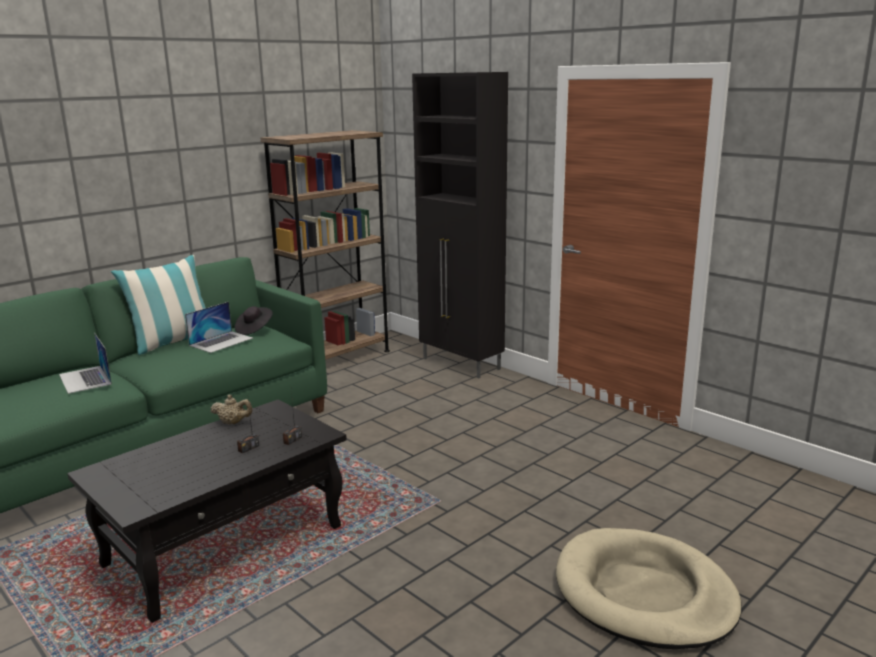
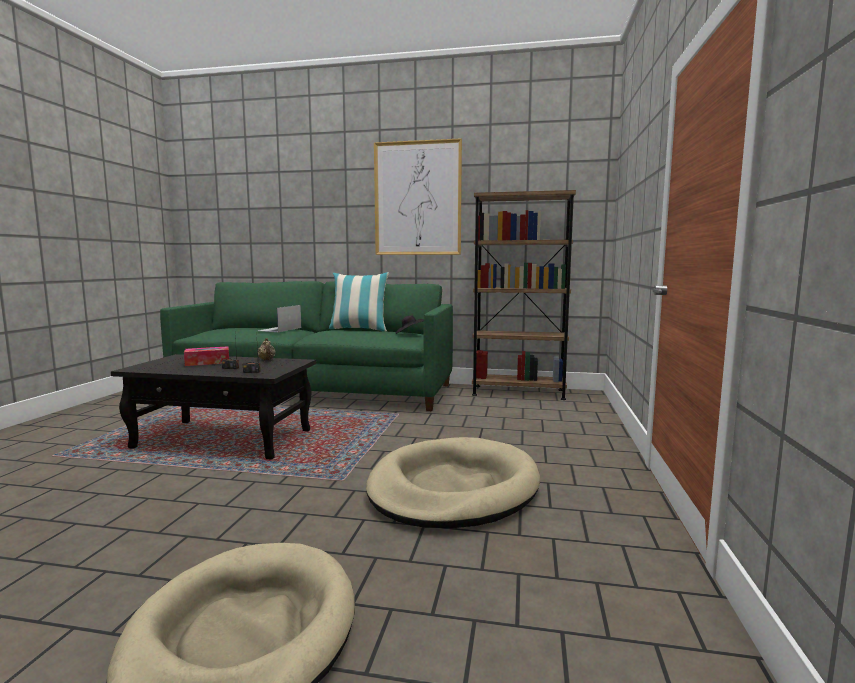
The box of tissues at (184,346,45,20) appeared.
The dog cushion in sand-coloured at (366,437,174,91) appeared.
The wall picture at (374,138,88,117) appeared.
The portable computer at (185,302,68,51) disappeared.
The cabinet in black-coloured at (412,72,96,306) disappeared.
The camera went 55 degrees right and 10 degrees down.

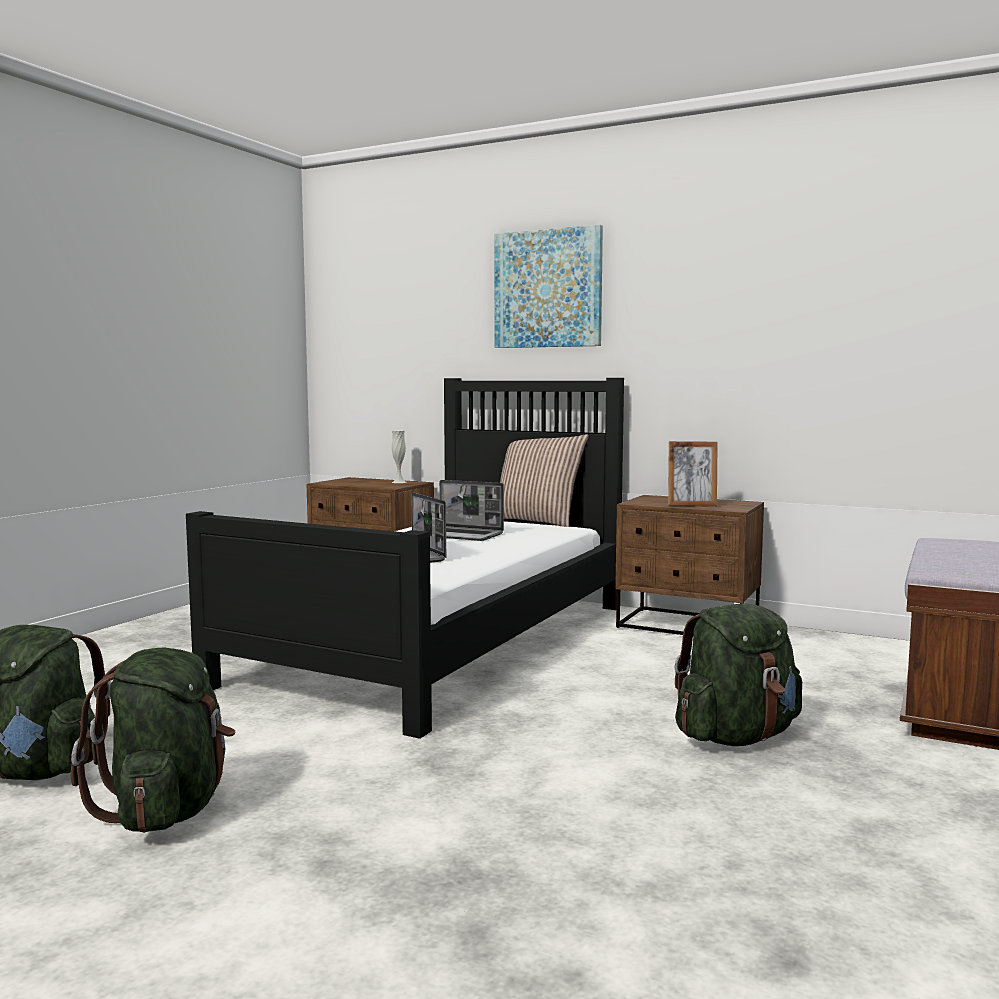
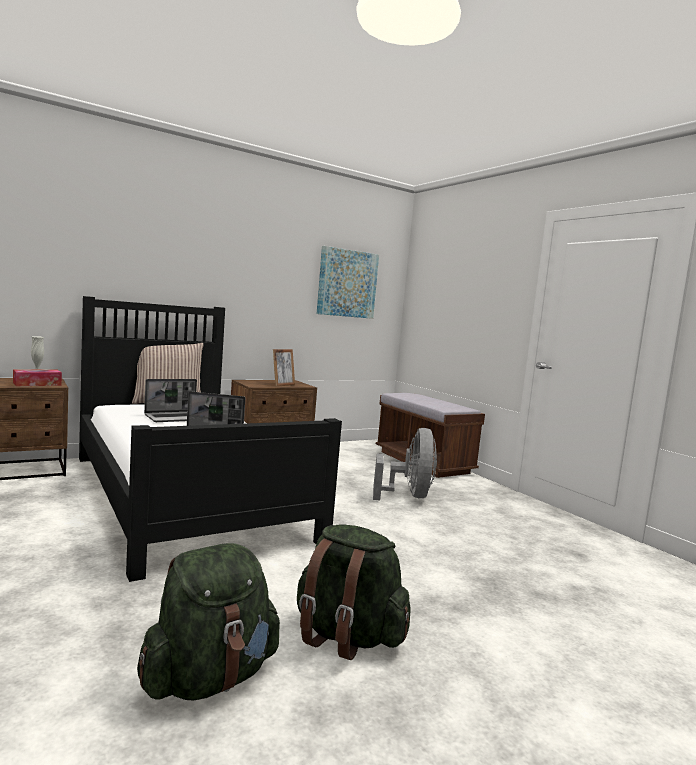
The box of tissues at (13,370,49,16) appeared.
The wall picture moved from (494,225,109,123) to (317,246,62,73).
The rucksack in green at (675,603,127,143) was replaced by the cooling fan in grey at (373,428,64,73).
The camera went 60 degrees left and 0 degrees up.

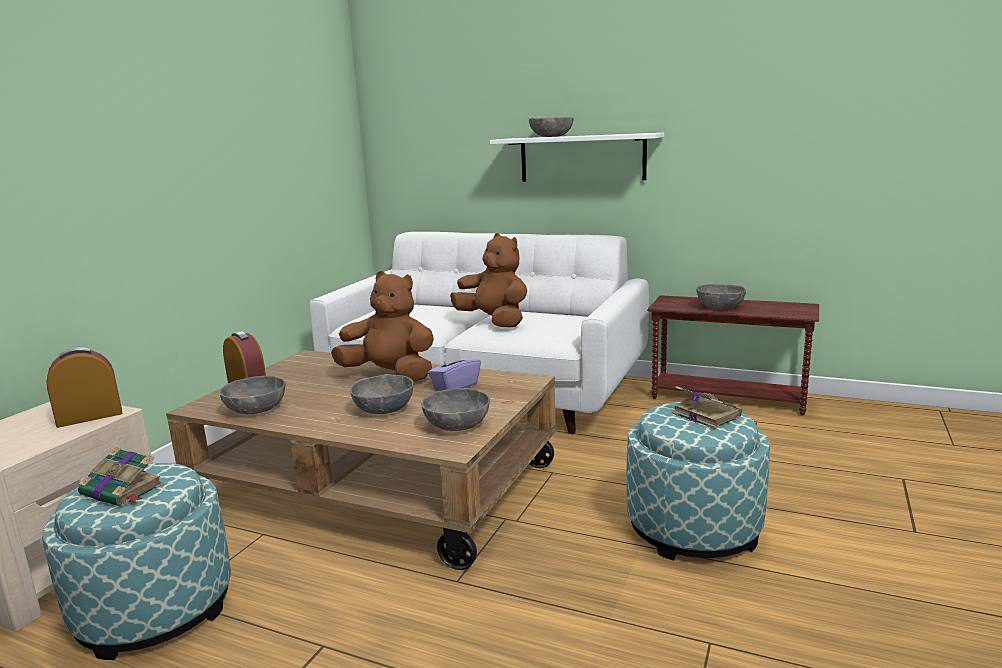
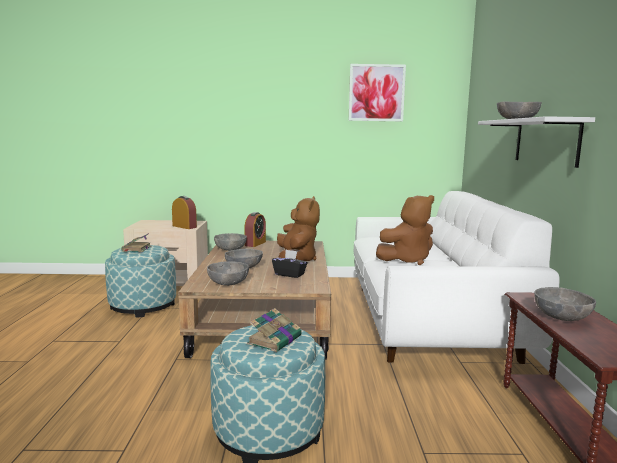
The box of tissues in purplish at (428,348,53,43) became the box of tissues in black-coloured at (272,250,35,28).
The wall picture at (349,64,57,57) appeared.
The plush toy in brownish at (450,233,77,95) turned 45 degrees clockwise.
The camera went 65 degrees right and 5 degrees down.

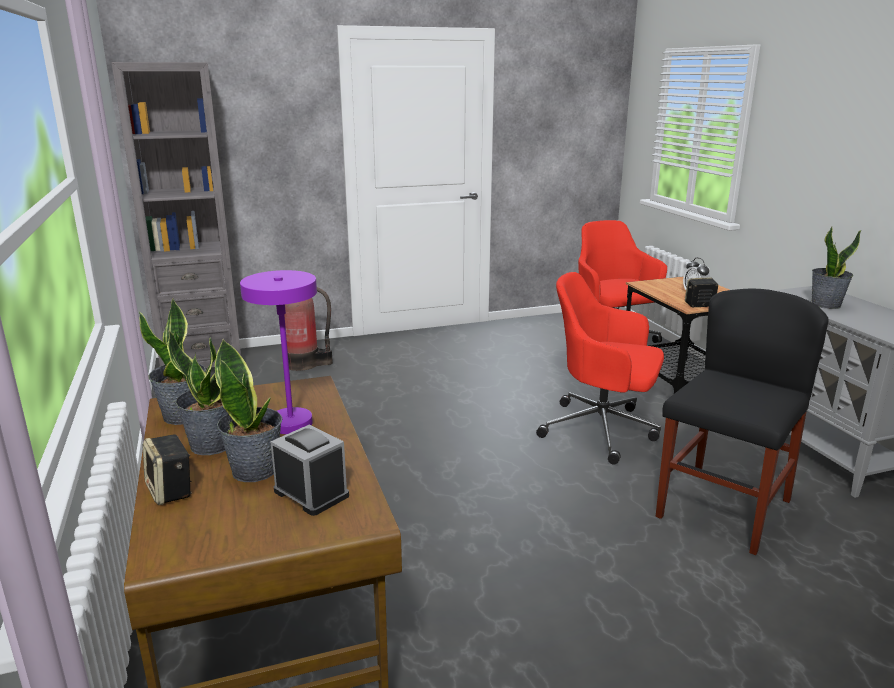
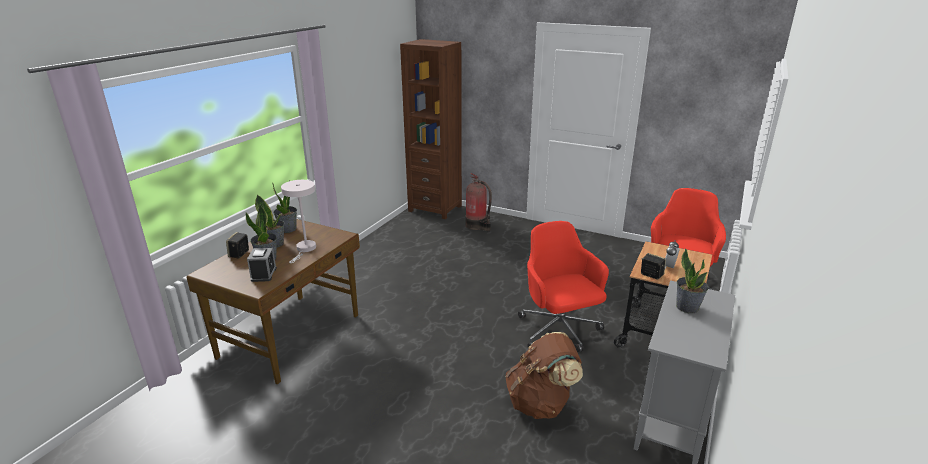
The tabletop lamp in purplish at (240,270,77,164) became the tabletop lamp in white-coloured at (281,180,35,83).
The bookcase in grey at (111,62,130,306) became the bookcase in brownish at (400,39,62,180).
The plain chair in black-coloured at (656,289,173,266) was replaced by the rucksack in brownish at (505,332,78,87).
The camera went 45 degrees right and 5 degrees up.

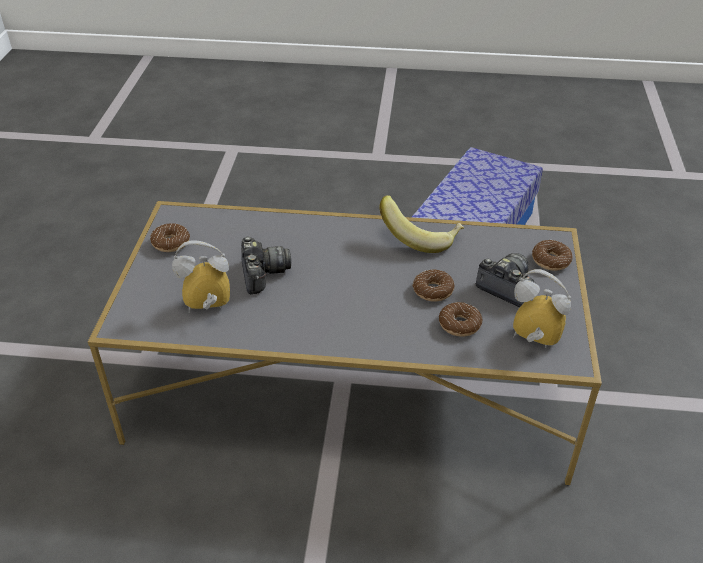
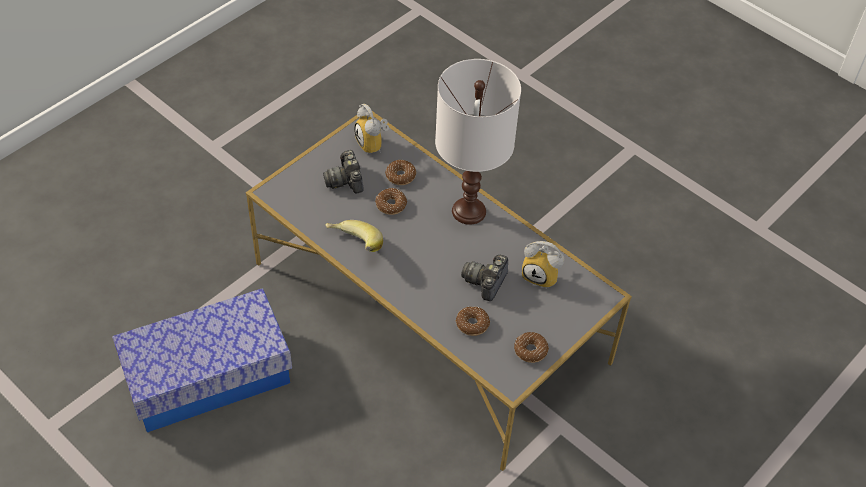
The tabletop lamp in white-coloured at (435,59,86,166) appeared.
The doughnut moved from (532,240,40,31) to (456,306,34,30).
The camera went 145 degrees left and 10 degrees up.

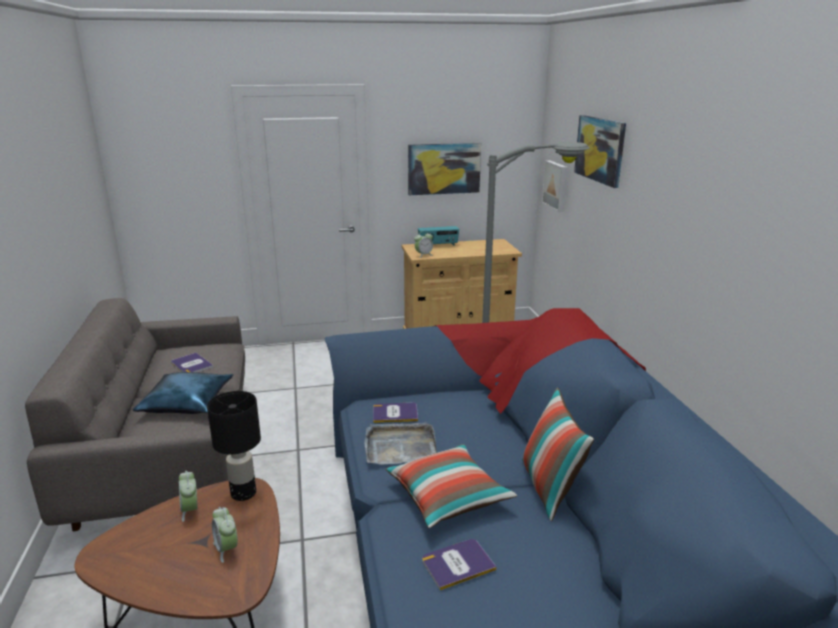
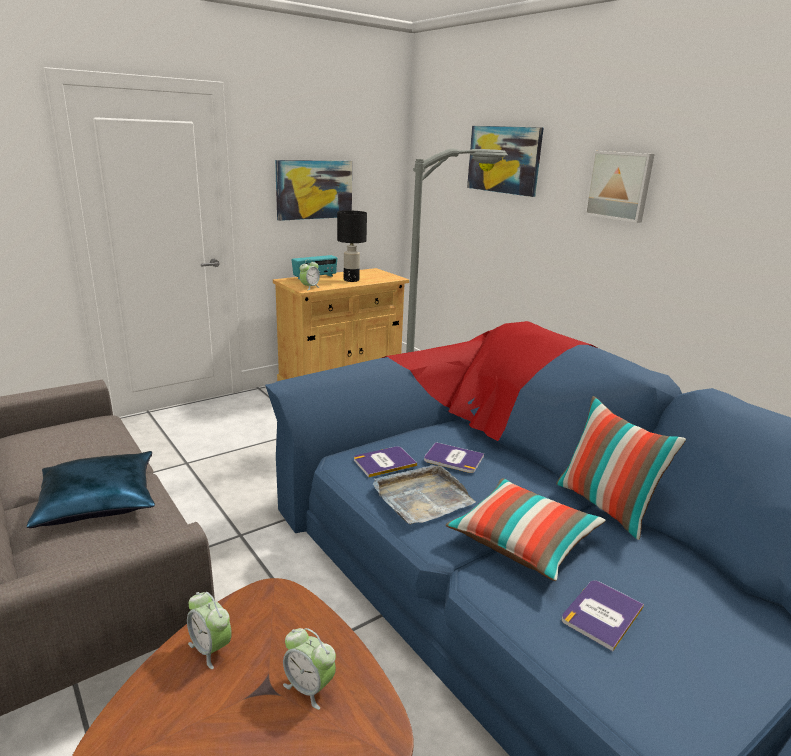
The tabletop lamp in black-coloured moved from (207,391,54,110) to (337,210,30,72).
The book moved from (171,353,42,19) to (424,442,60,31).
The wall picture moved from (542,160,26,52) to (584,151,71,72).
The camera went 25 degrees left and 0 degrees up.

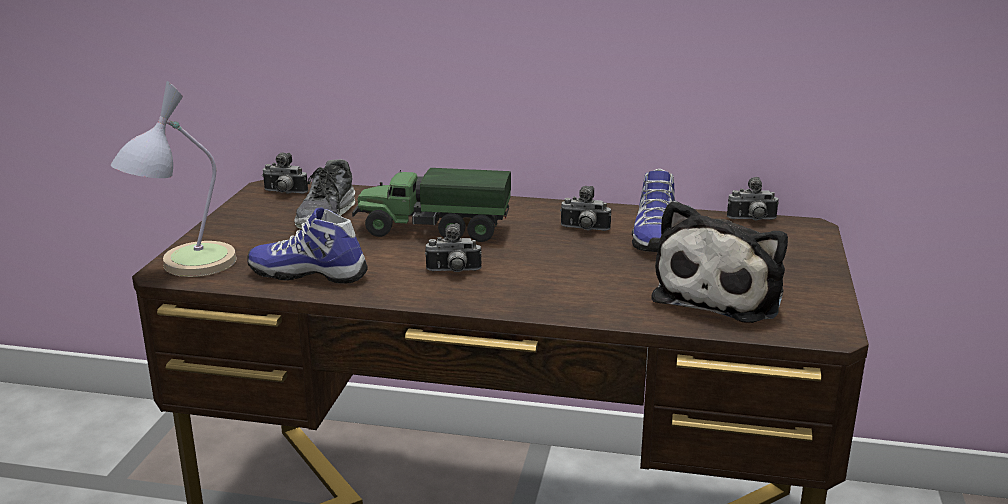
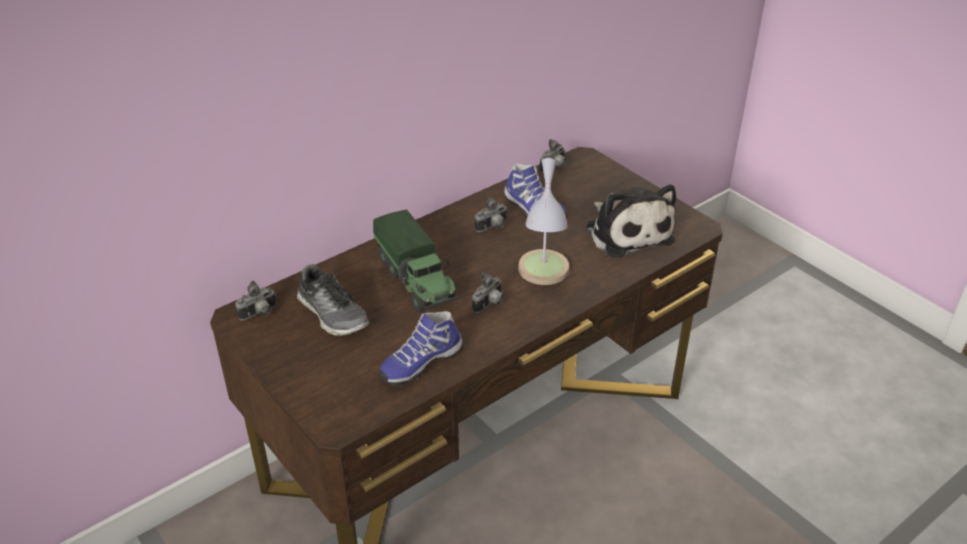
The model truck at (352,168,159,74) turned 75 degrees counterclockwise.
The tabletop lamp moved from (111,81,126,196) to (518,158,51,127).
The camera went 50 degrees left and 15 degrees up.

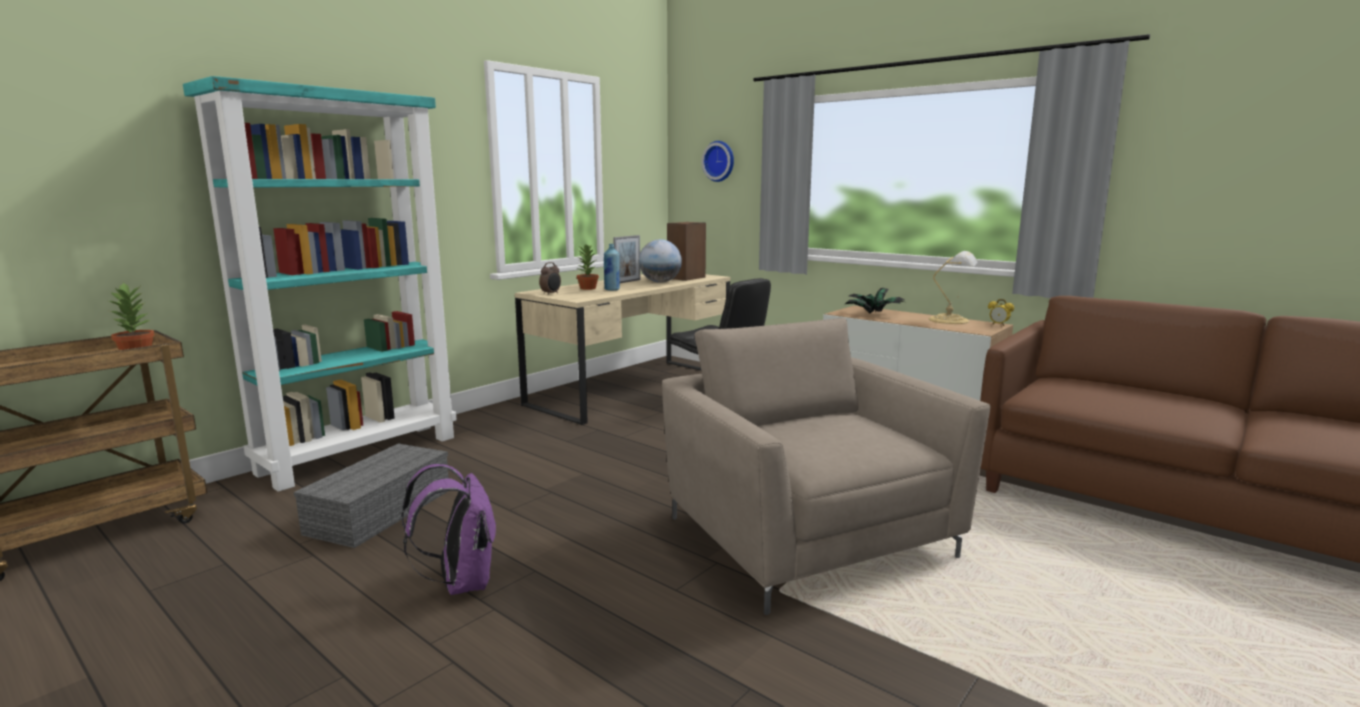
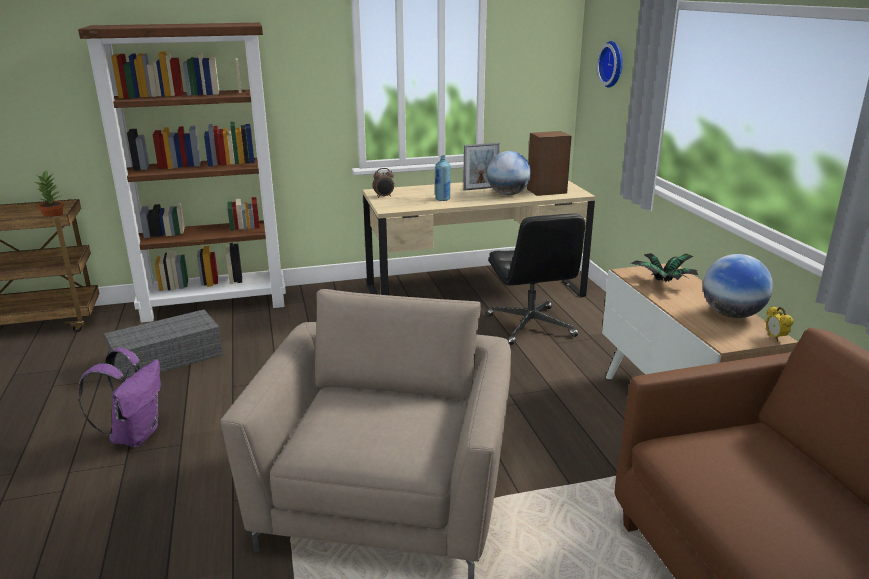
The bookcase in turquoise-coloured at (183,76,274,416) became the bookcase in brownish at (78,23,208,300).
The tabletop lamp at (929,251,49,73) was replaced by the globe at (703,254,70,64).
The houseplant at (577,245,22,45) disappeared.
The camera went 35 degrees right and 10 degrees up.

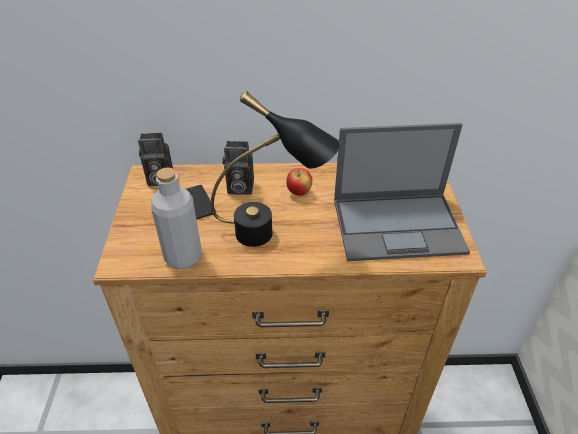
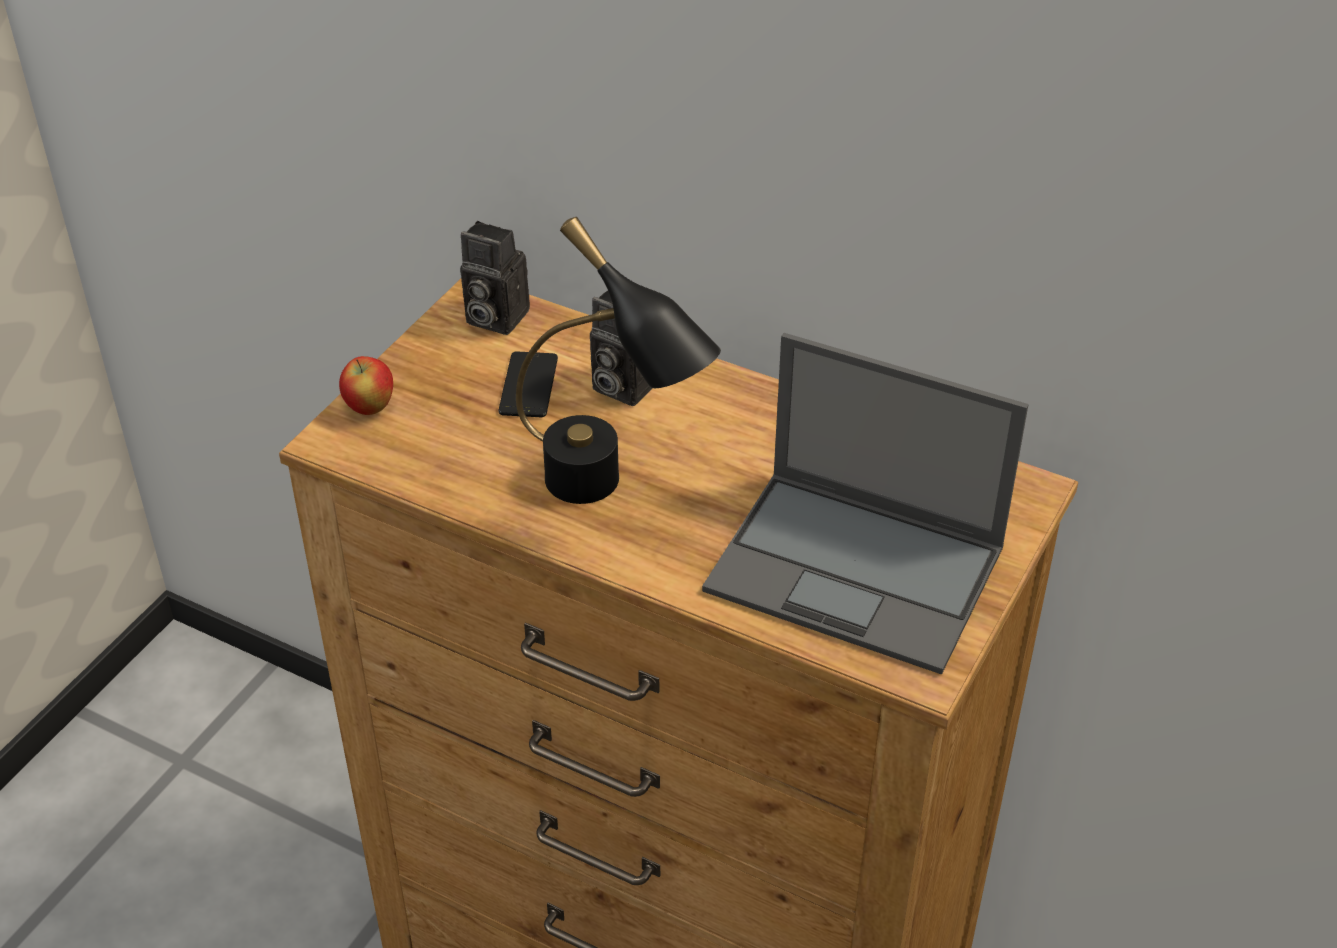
The apple moved from (286,168,26,28) to (339,356,54,59).
The drink bottle in grey at (151,167,51,103) disappeared.
The camera went 30 degrees right and 0 degrees up.

